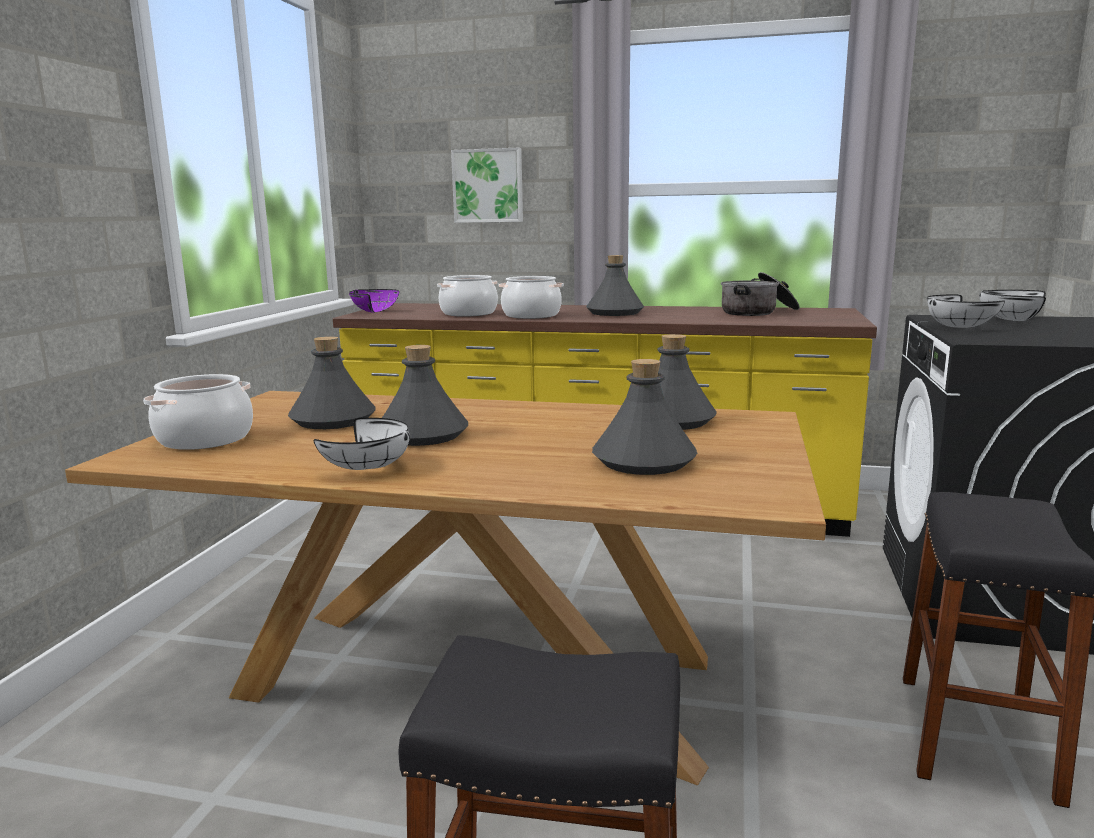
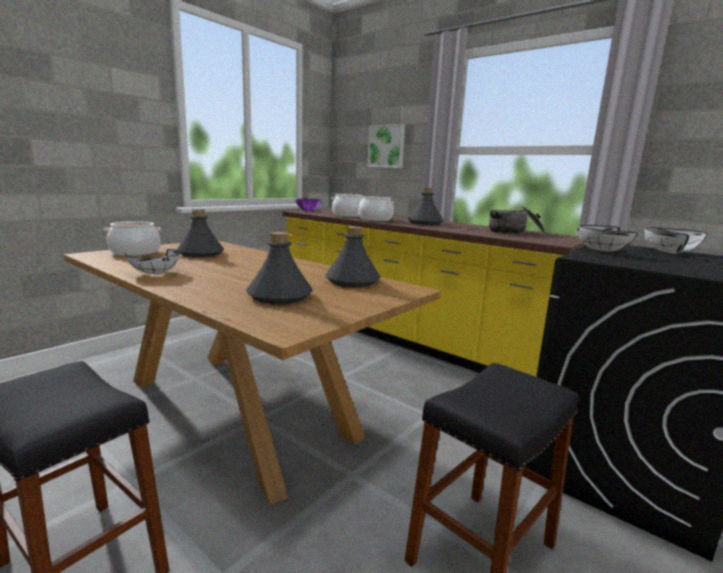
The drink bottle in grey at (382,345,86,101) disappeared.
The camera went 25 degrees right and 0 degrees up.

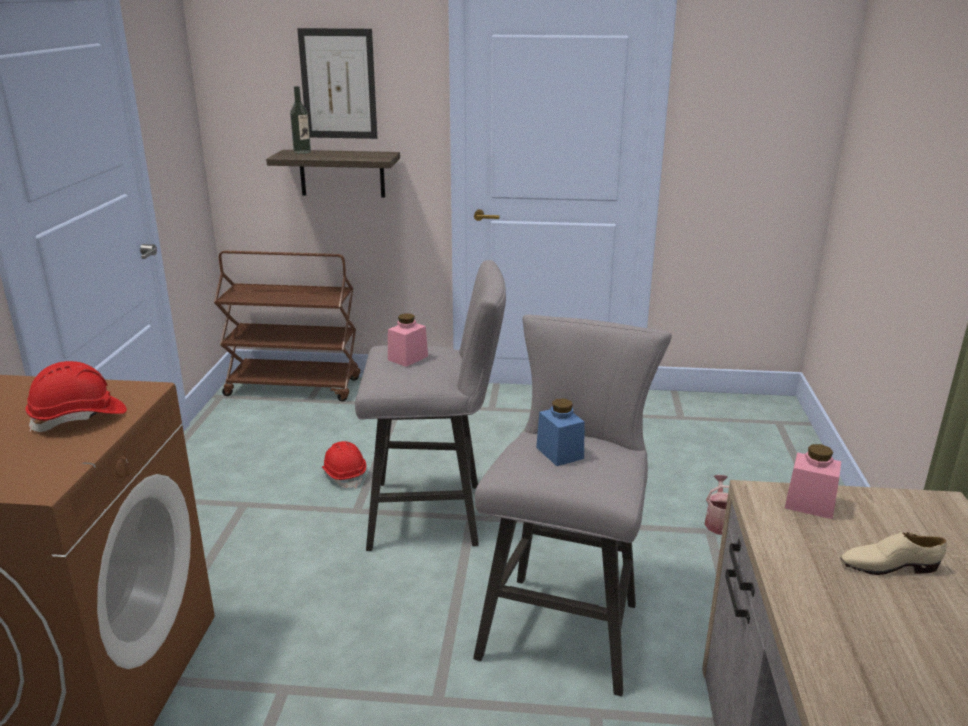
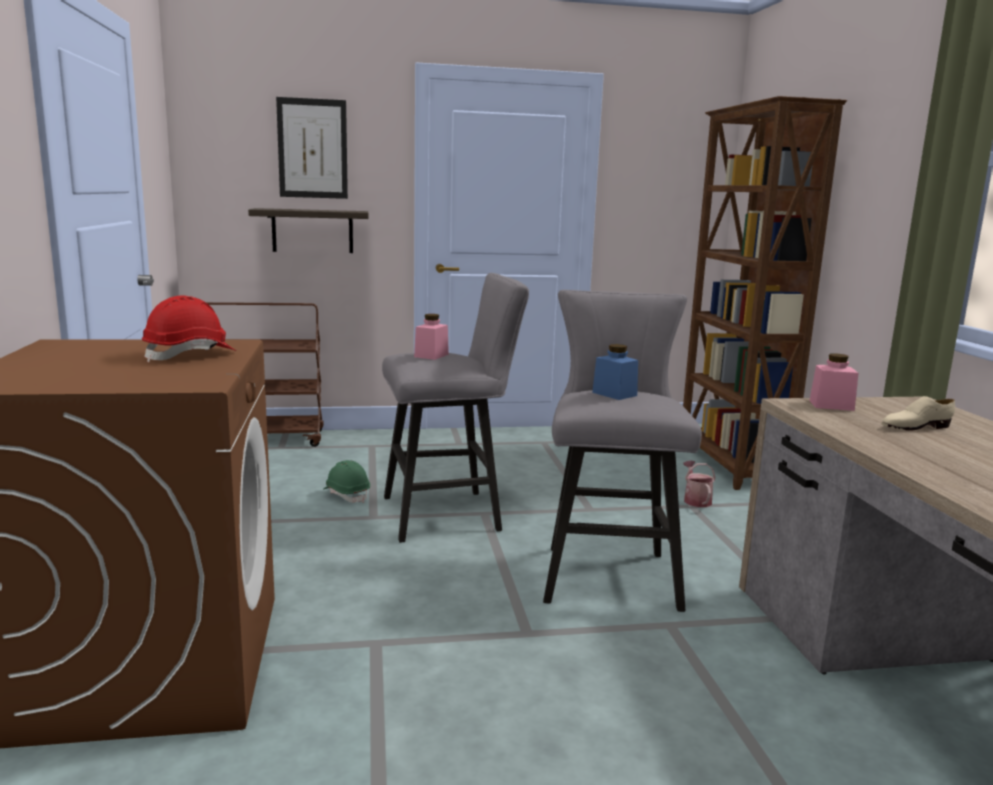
The work helmet in red-coloured at (322,441,44,47) became the work helmet in green at (324,460,46,43).
The bookcase in brownish at (683,96,164,394) appeared.
The drink bottle at (290,86,21,68) disappeared.
The camera went 15 degrees left and 10 degrees down.

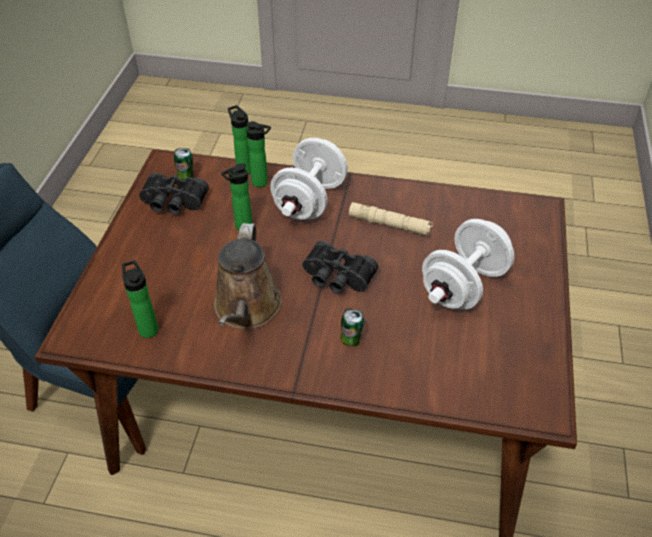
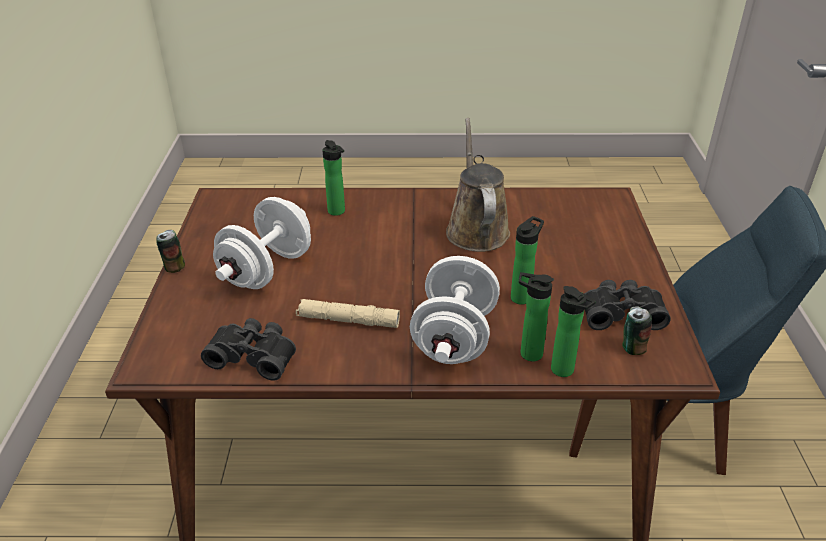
The can moved from (340,309,24,37) to (156,230,29,43).
The binoculars in black-coloured moved from (302,241,76,53) to (201,318,95,63).
The drink bottle moved from (122,260,36,78) to (322,140,23,76).
The camera went 170 degrees right and 10 degrees down.

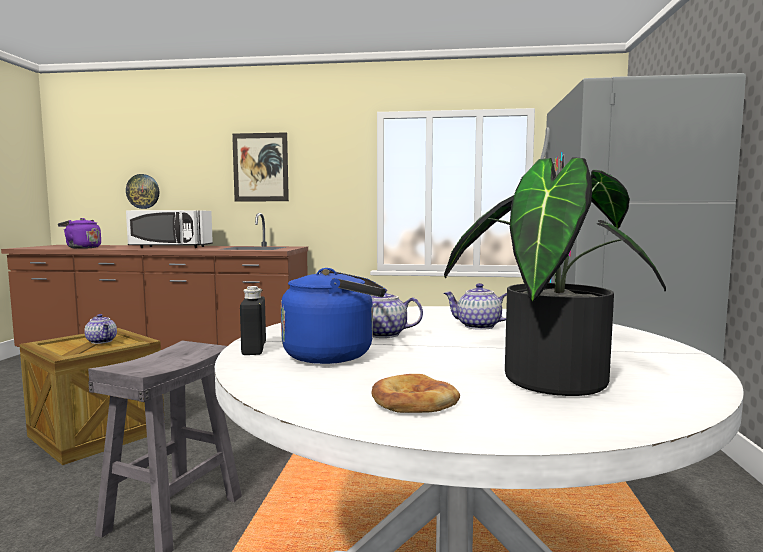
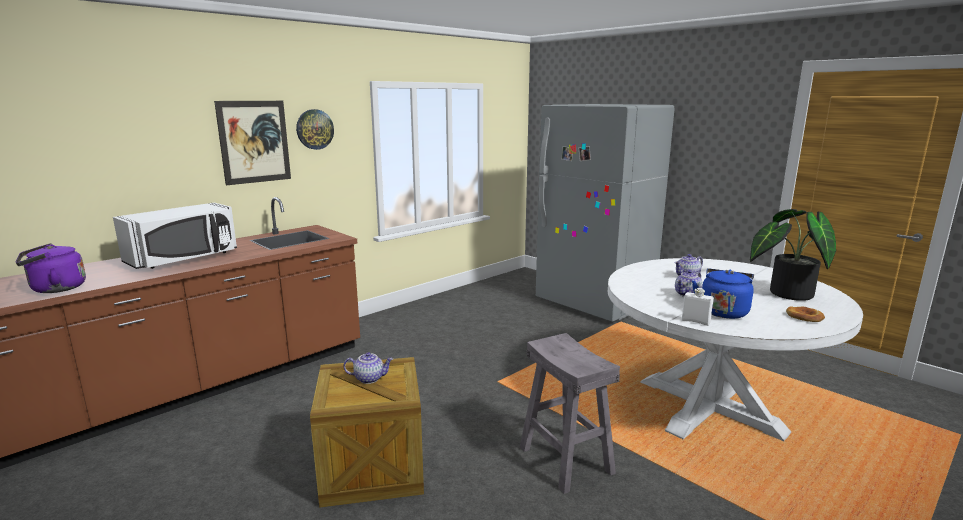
The wall clock moved from (126,174,33,35) to (296,109,38,41).
The drink bottle in black-coloured at (240,286,26,69) became the drink bottle in white-coloured at (682,288,32,38).
The camera went 50 degrees left and 10 degrees up.

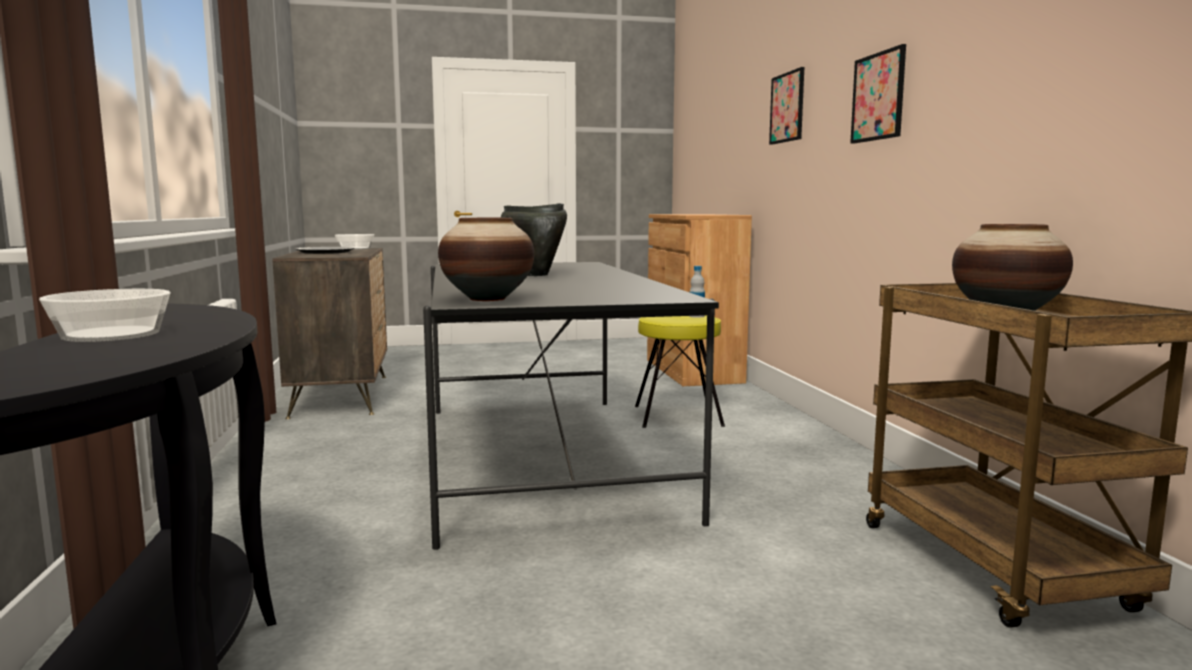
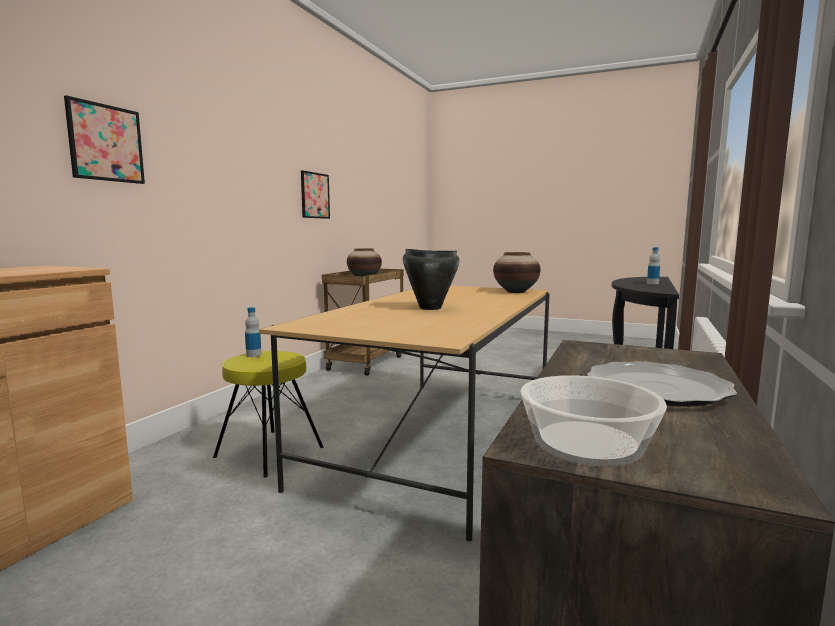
The dinner table in black-coloured at (423,262,296,288) became the dinner table in sand-coloured at (259,286,291,256).
The wall picture moved from (850,44,56,100) to (301,170,29,49).
The serving bowl at (39,289,132,53) was replaced by the drink bottle at (647,247,13,37).
The camera went 145 degrees left and 0 degrees up.

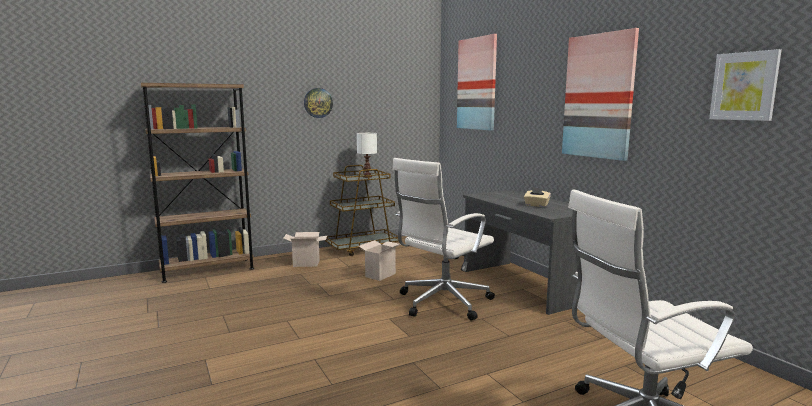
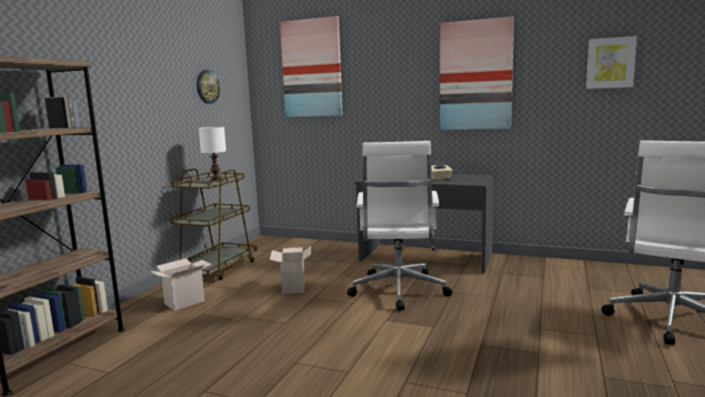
The wall clock moved from (304,88,29,30) to (197,70,23,34).
The camera went 40 degrees left and 0 degrees up.

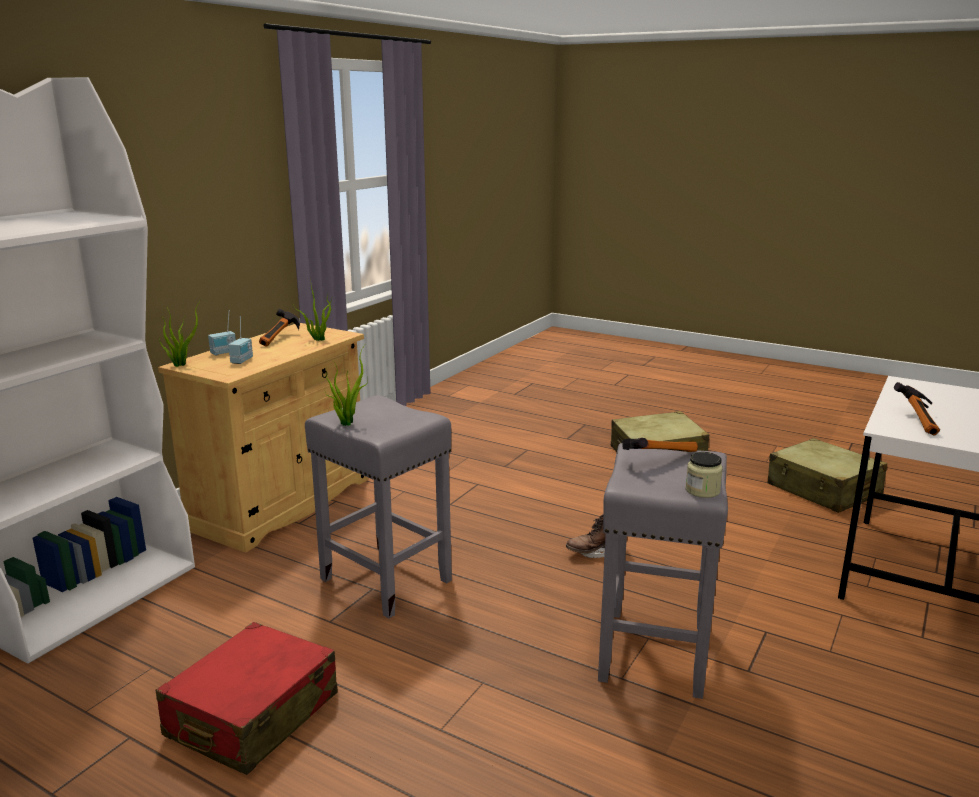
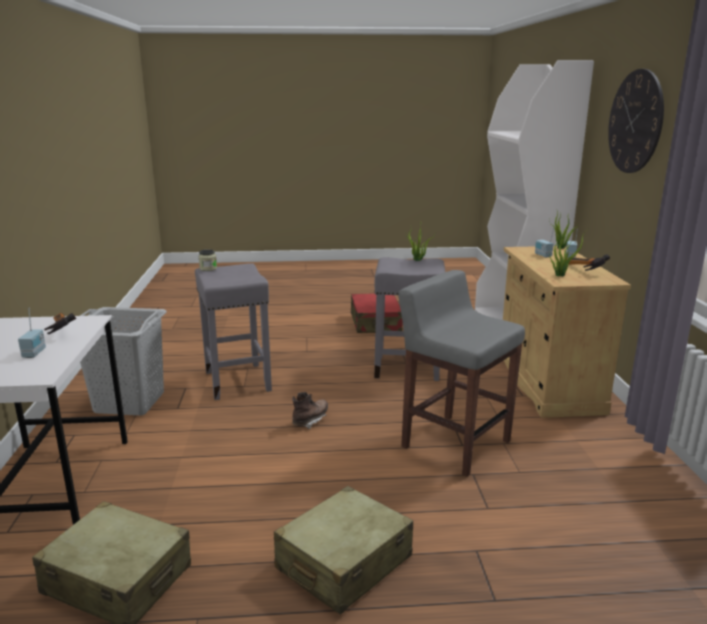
The radio set at (18,307,28,51) appeared.
The hamper in grey at (80,307,87,109) appeared.
The stool seat in grey at (398,270,127,207) appeared.
The wall clock at (608,69,56,104) appeared.
The hammer at (622,438,76,14) disappeared.
The camera went 145 degrees right and 0 degrees up.

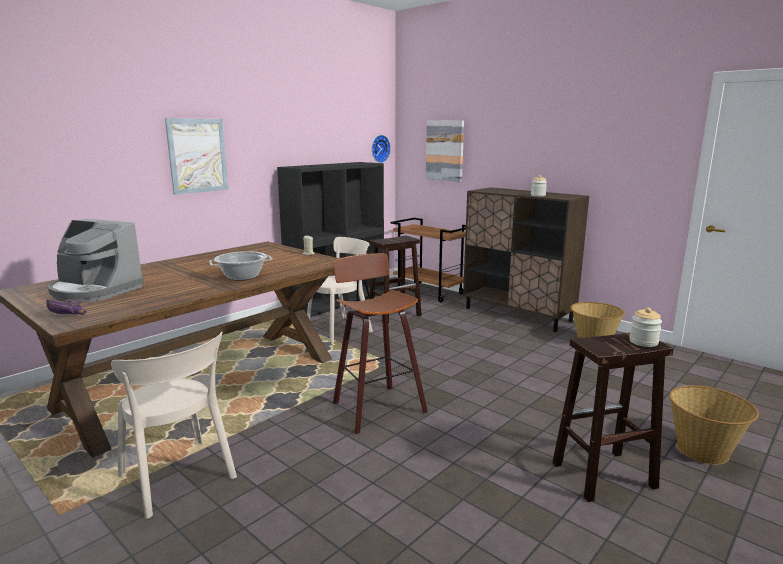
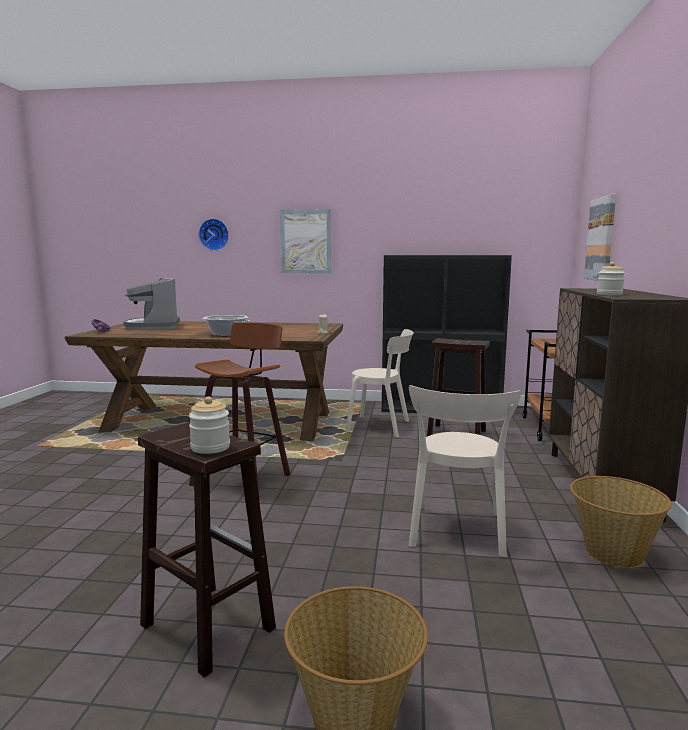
The wall clock moved from (372,135,19,28) to (199,218,30,33).
The plain chair in sand-coloured moved from (111,332,126,187) to (409,385,112,172).
The camera went 55 degrees right and 5 degrees down.

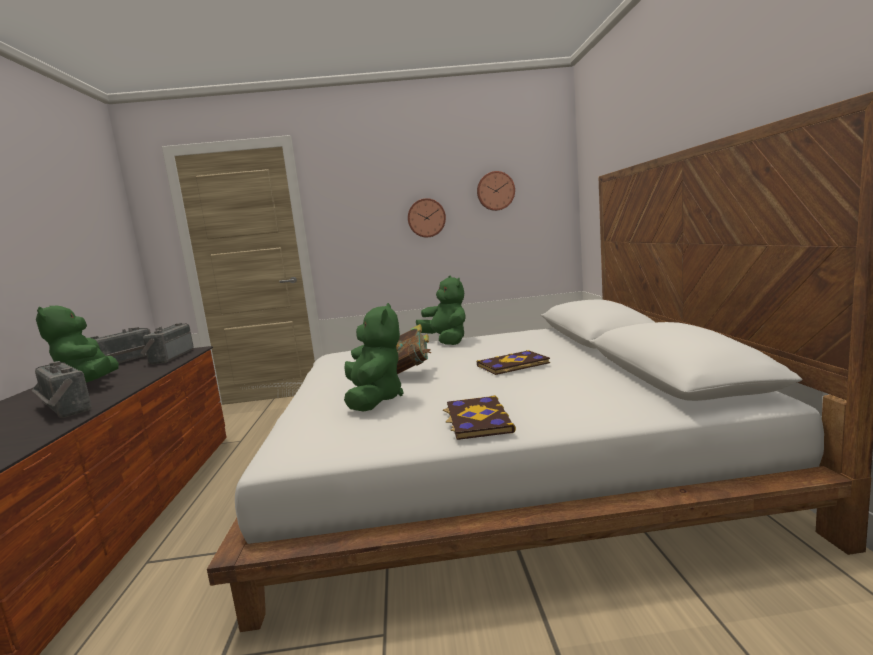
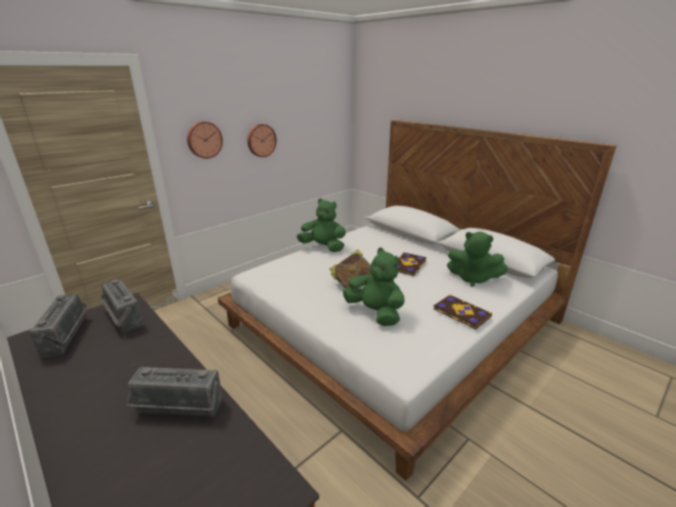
The wall clock moved from (477,171,38,40) to (187,121,36,38).
The plush toy in green moved from (36,305,83,78) to (447,232,61,55).
The camera went 40 degrees left and 15 degrees up.

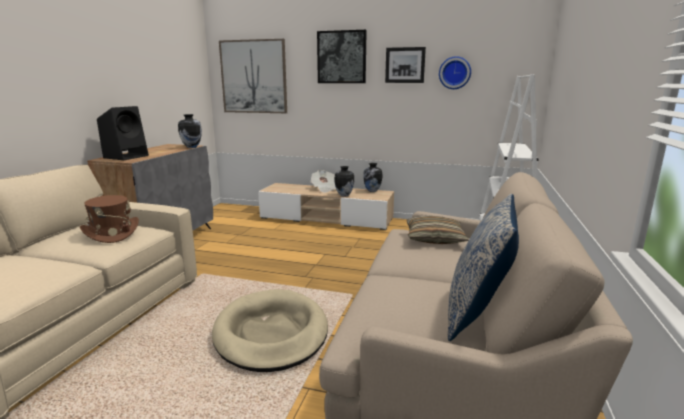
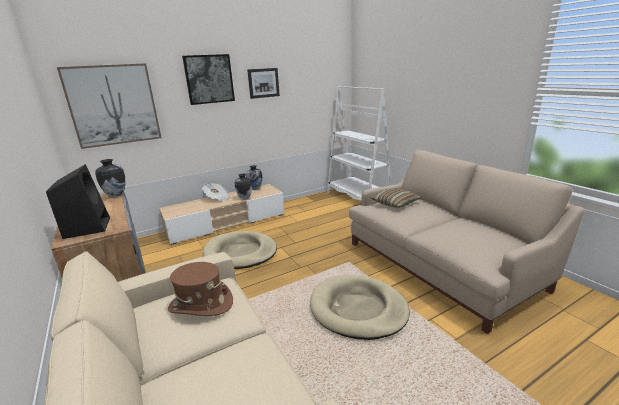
The dog cushion in sand-coloured at (203,231,74,38) appeared.
The wall clock at (439,56,32,33) disappeared.
The cushion at (448,194,71,147) disappeared.
The camera went 45 degrees left and 5 degrees up.

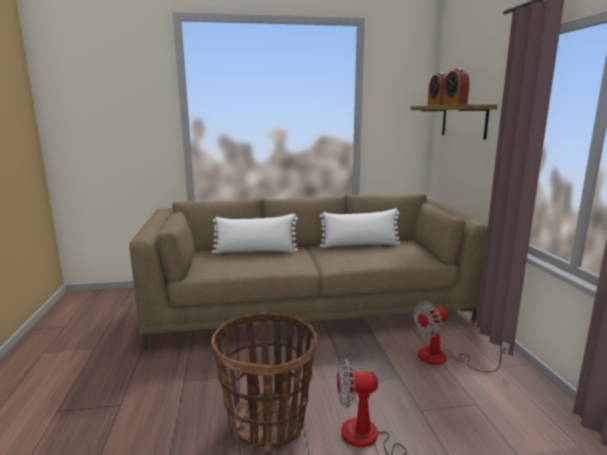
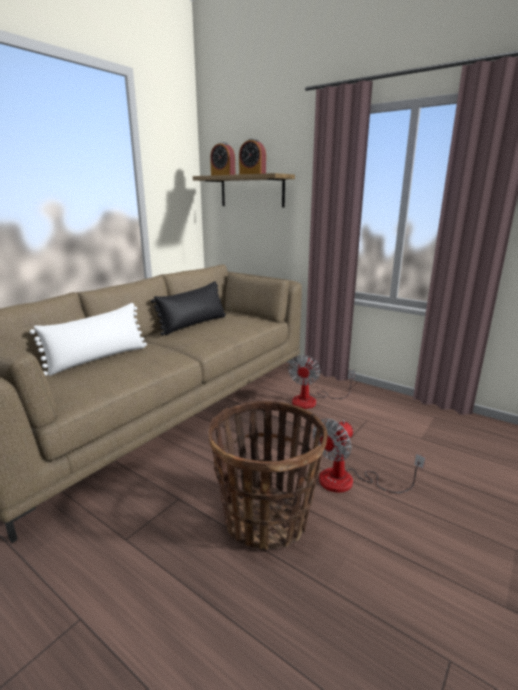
The cushion in white-coloured at (320,208,80,40) became the cushion in black-coloured at (151,281,75,54).
The camera went 45 degrees left and 5 degrees up.

